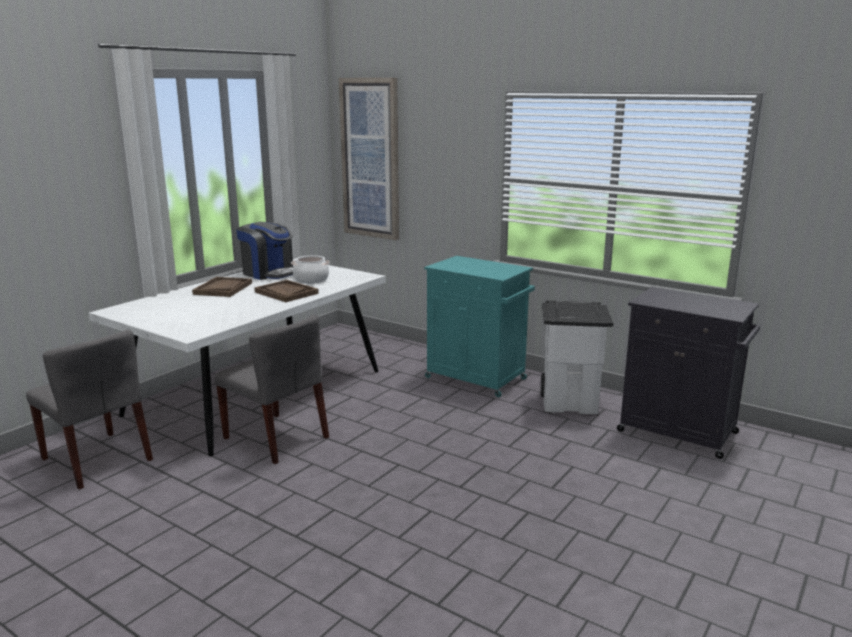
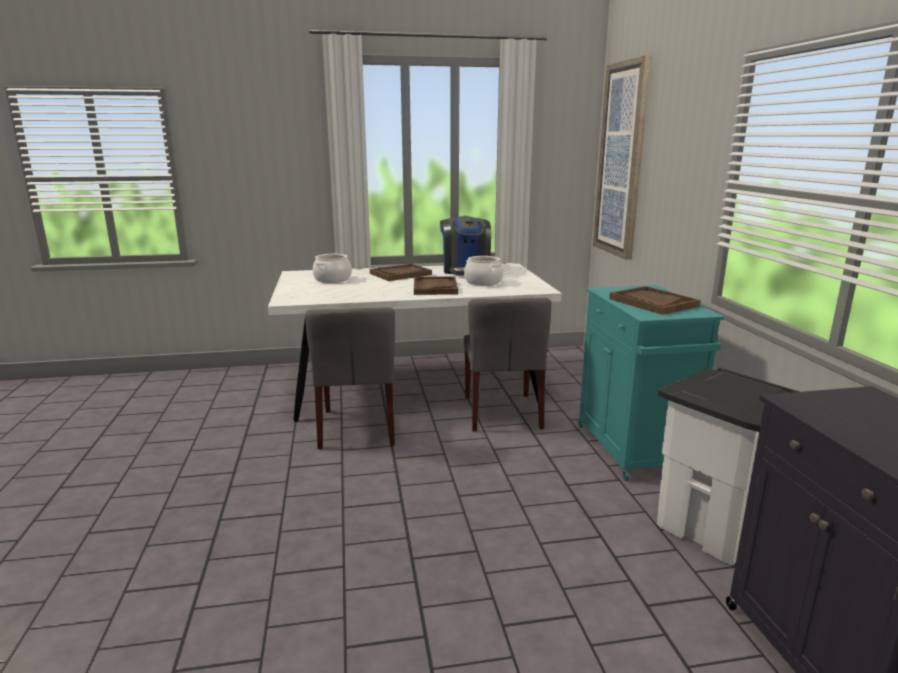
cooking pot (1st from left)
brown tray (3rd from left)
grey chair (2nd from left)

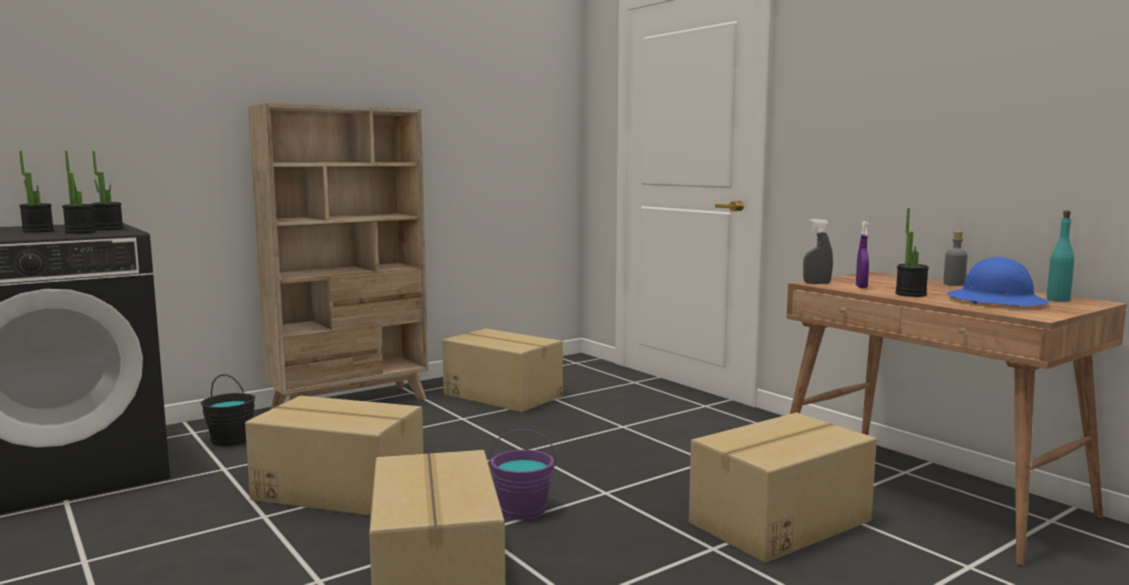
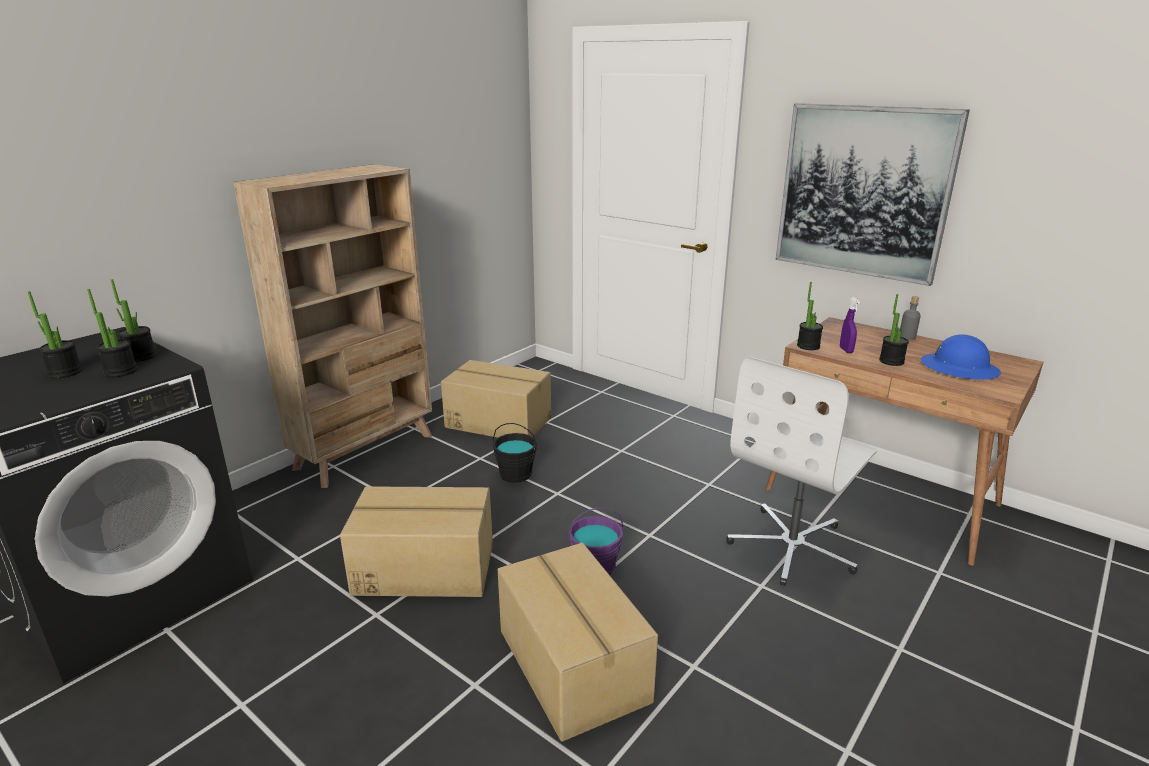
turquoise bottle
picture
black bucket
white office chair
potted plant (4th from left)

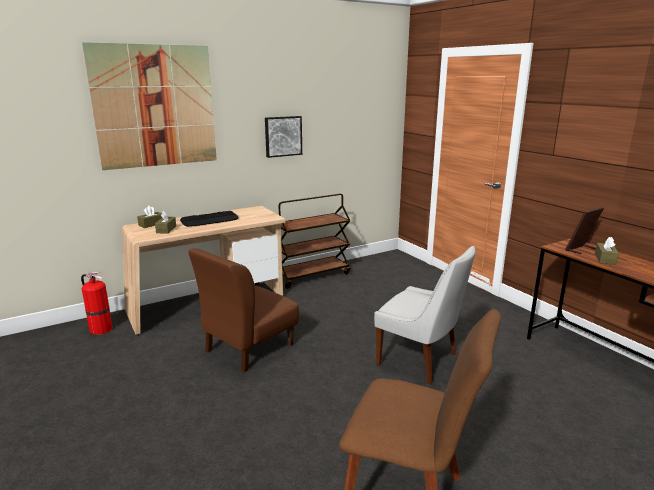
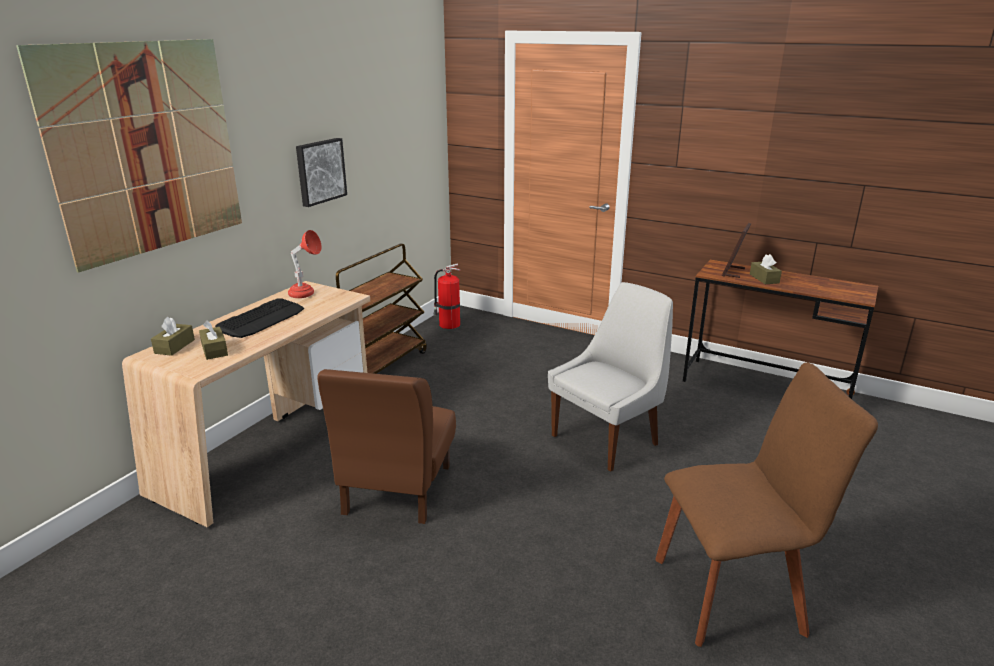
red table lamp
fire extinguisher
white chair

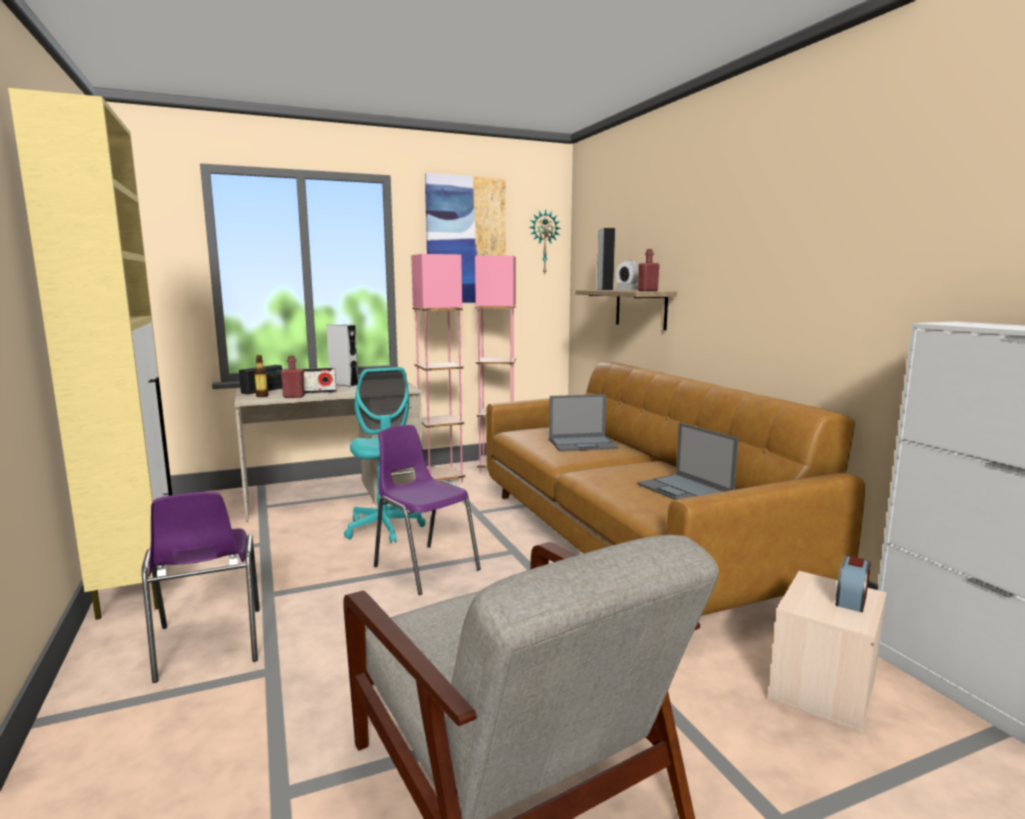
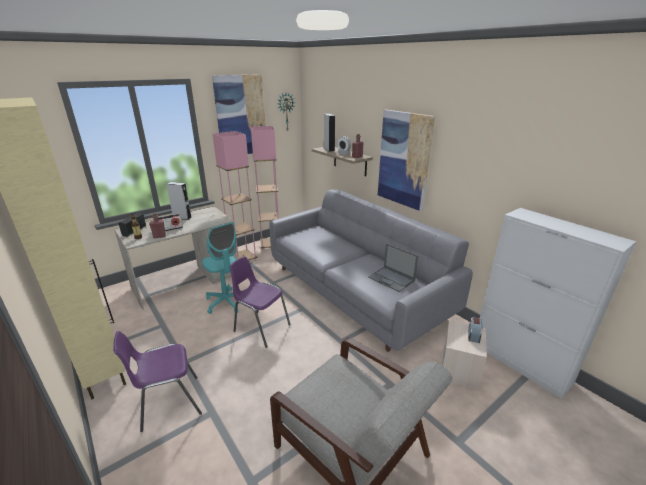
laptop (1st from left in the first image)
picture (2nd from left)
grey sofa
purple chair (1st from left)

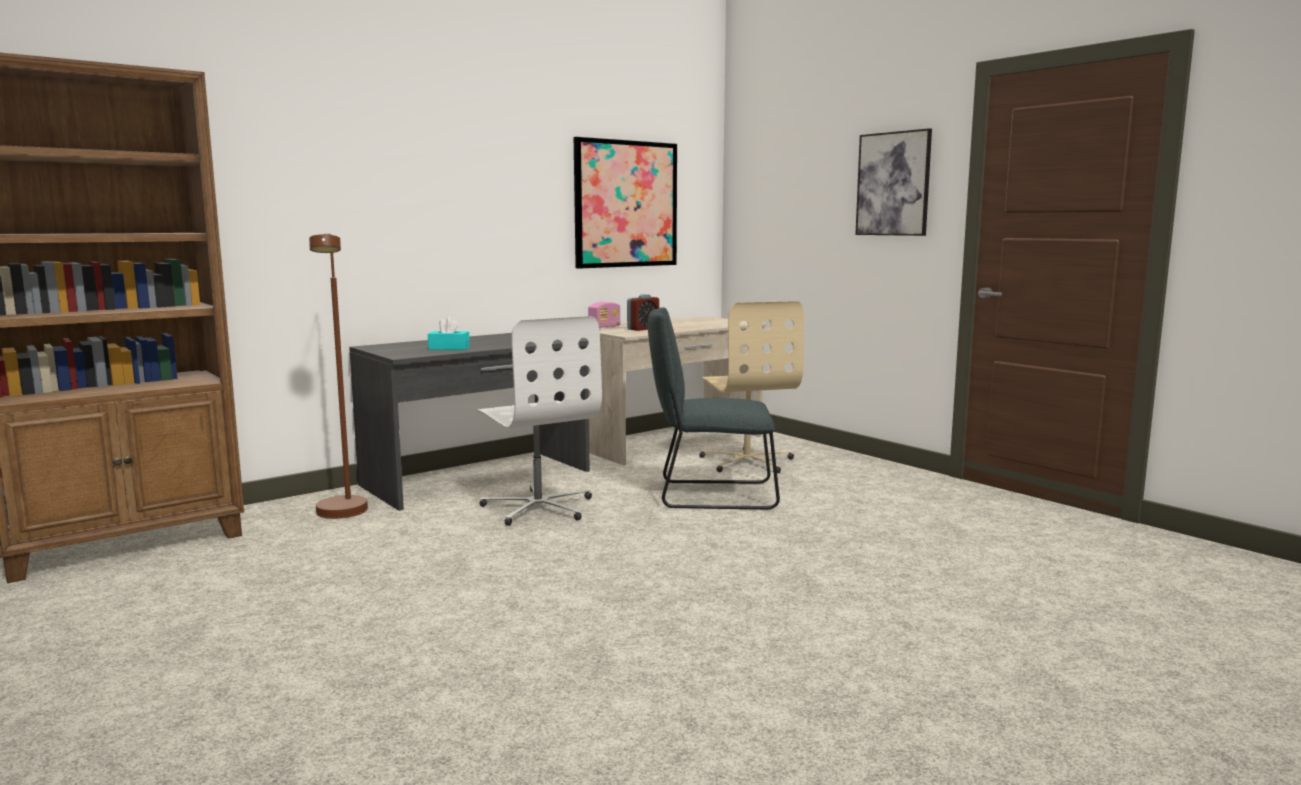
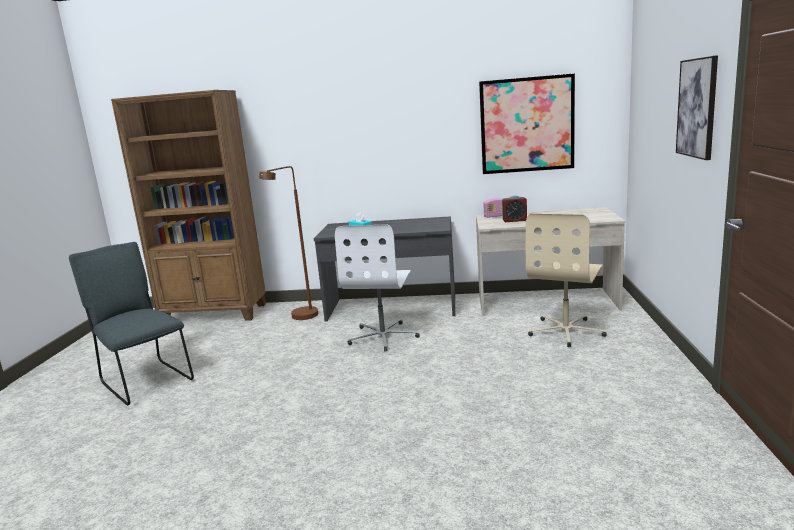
grey chair

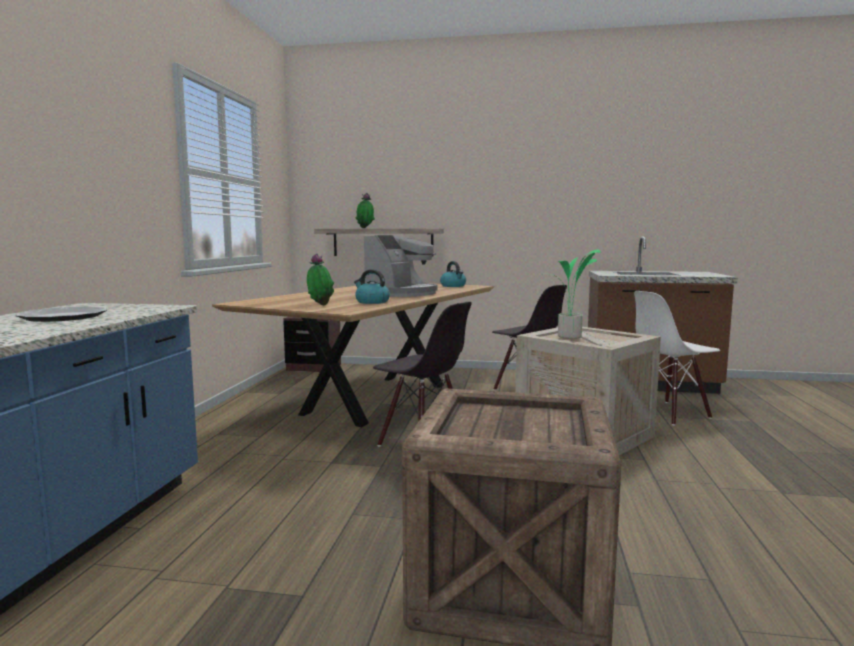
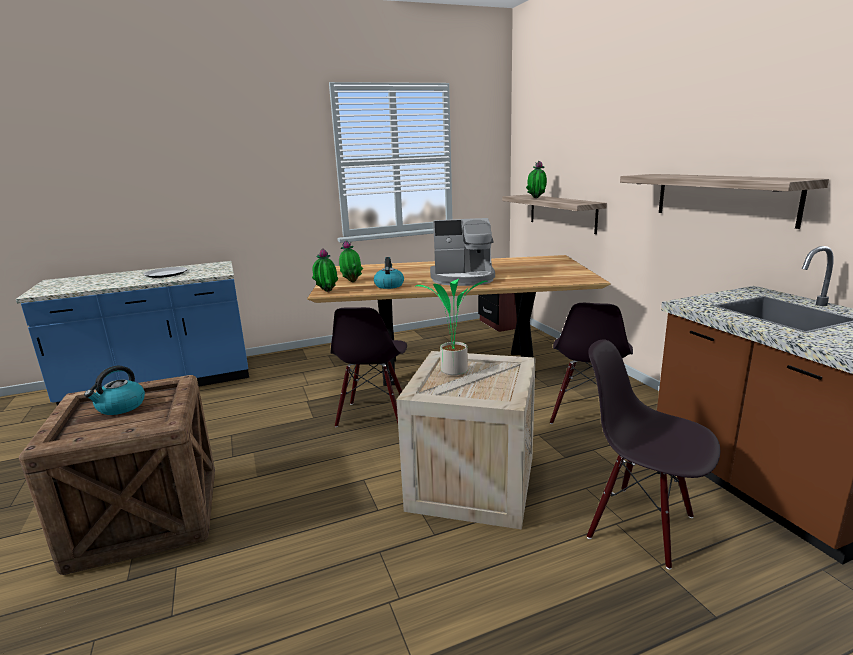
potted plant (1st from left)
shelf (2nd from left)
kettle (1st from left)
black chair (3rd from left)

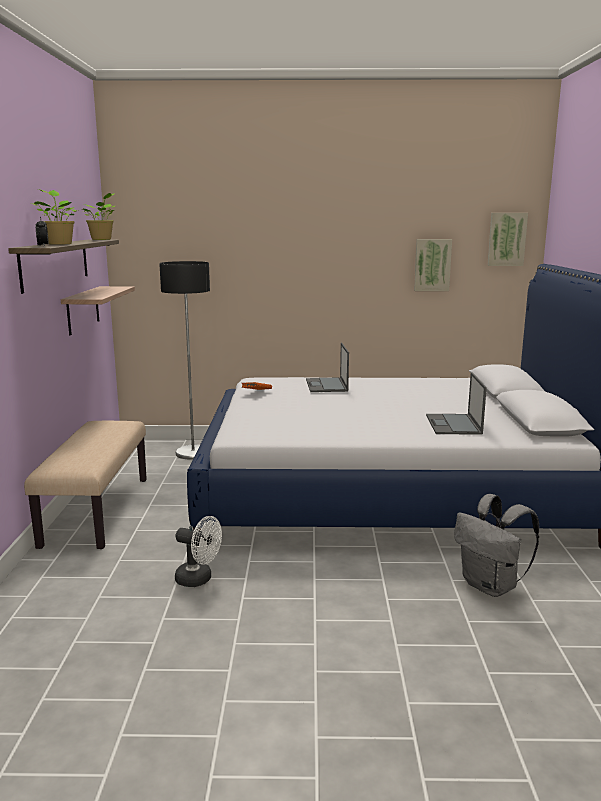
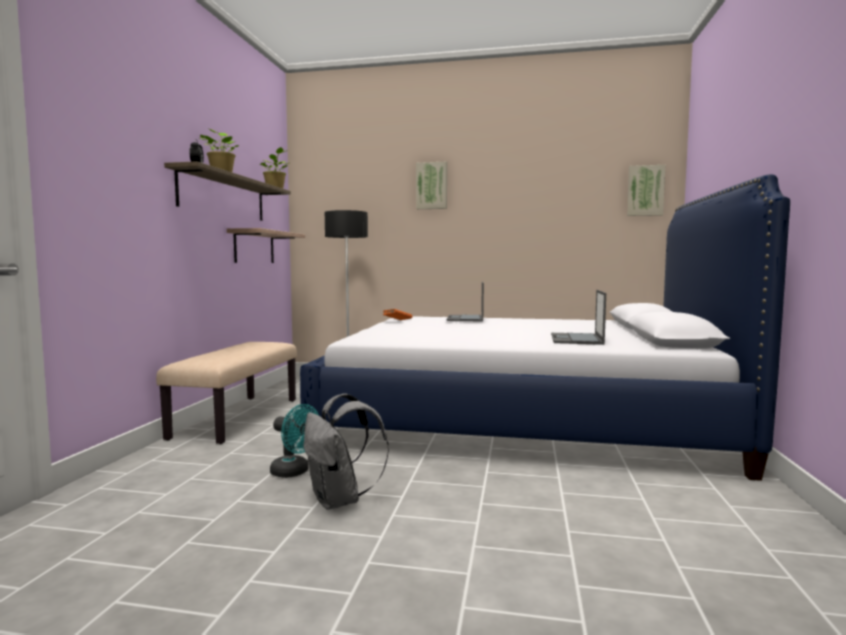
picture (1st from left)
grey backpack
turquoise fan

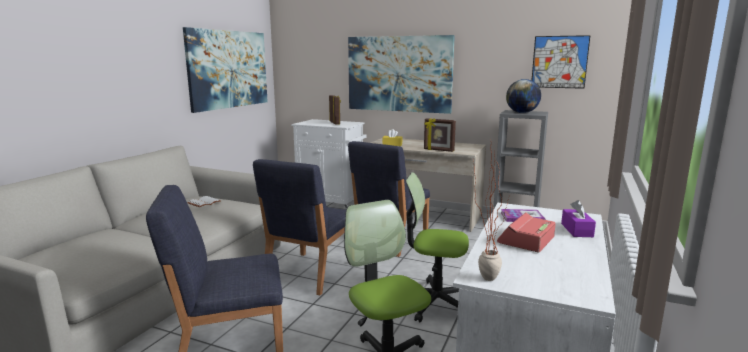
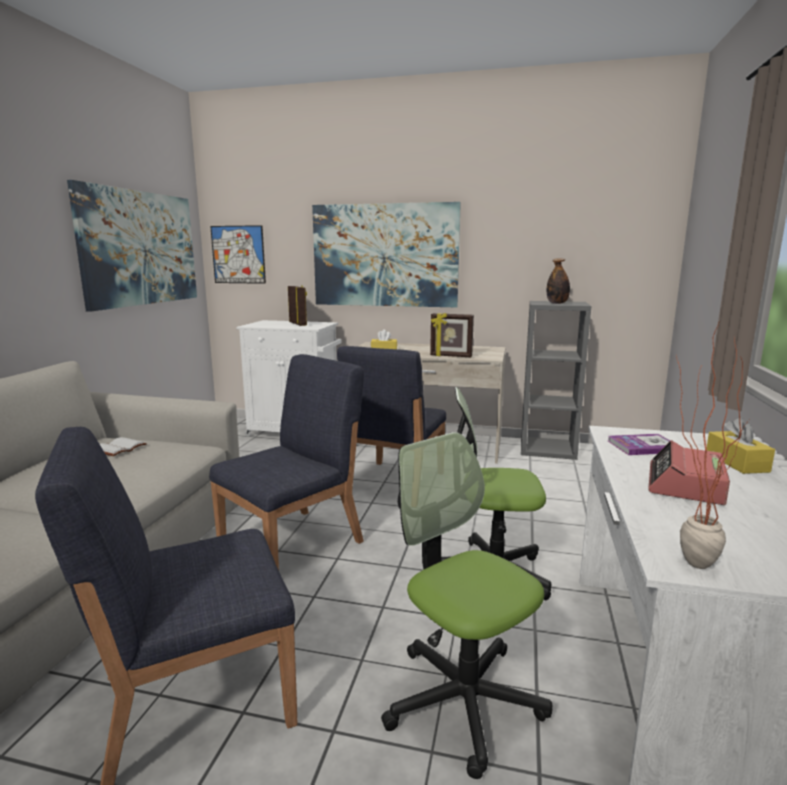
picture (2nd from left)
bottle
yellow tissue box (2nd from left)
blue chair (2nd from left)

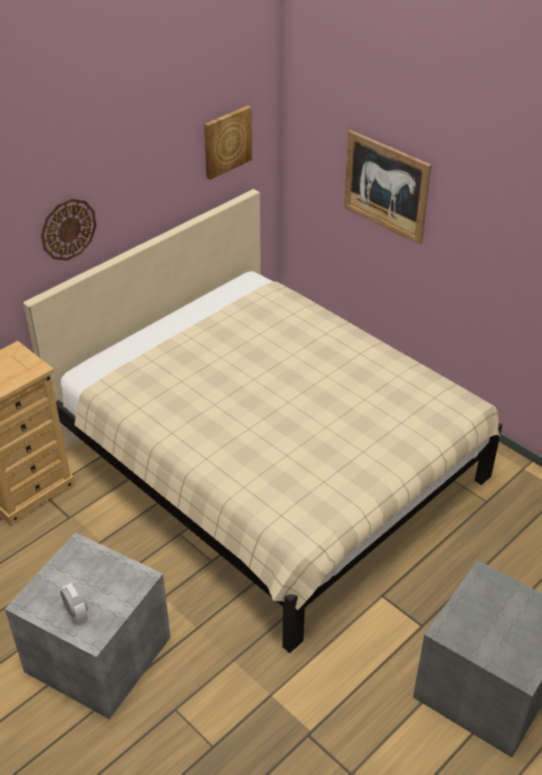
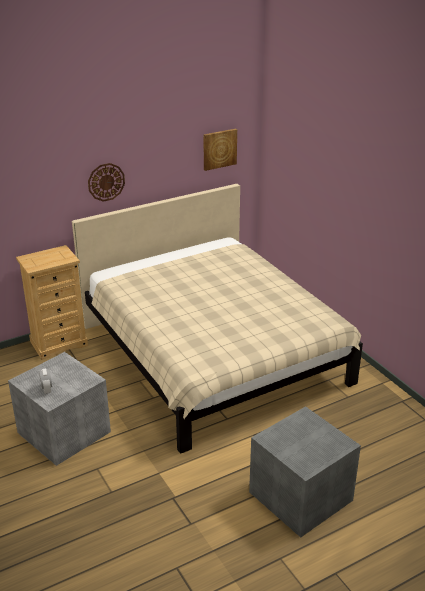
picture (2nd from left in the first image)

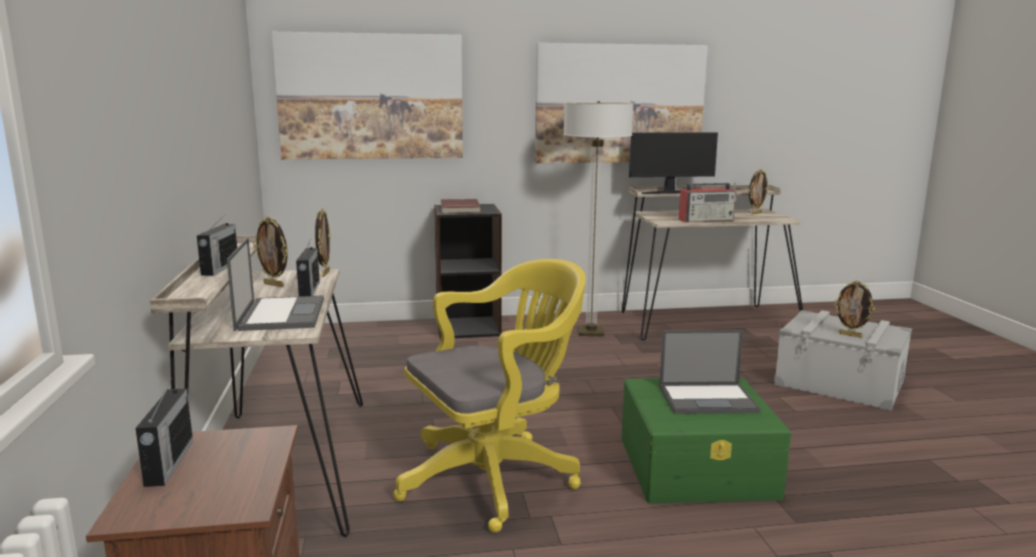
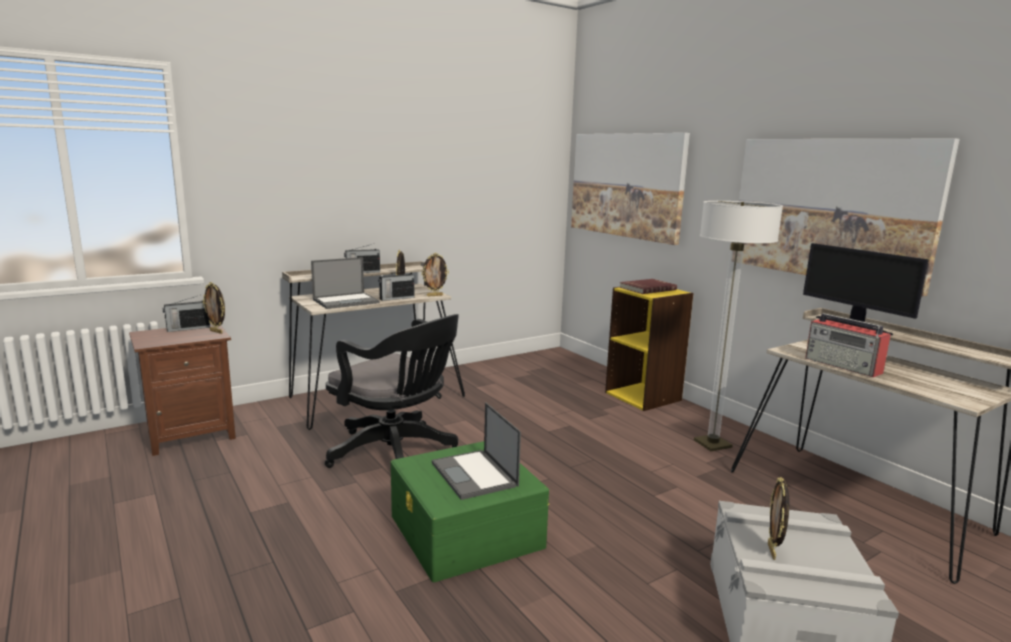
picture frame (1st from left)
black office chair
yellow bookcase

